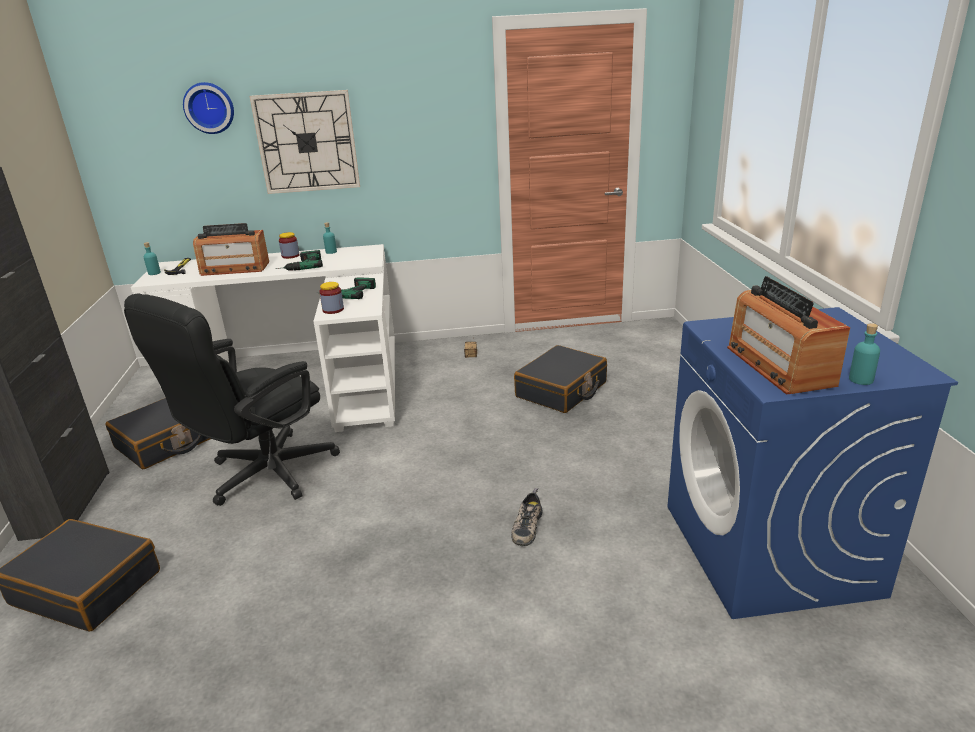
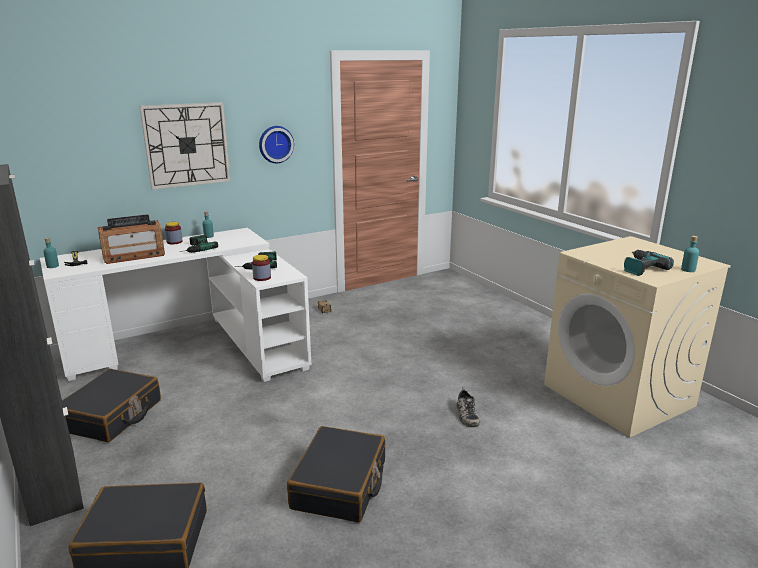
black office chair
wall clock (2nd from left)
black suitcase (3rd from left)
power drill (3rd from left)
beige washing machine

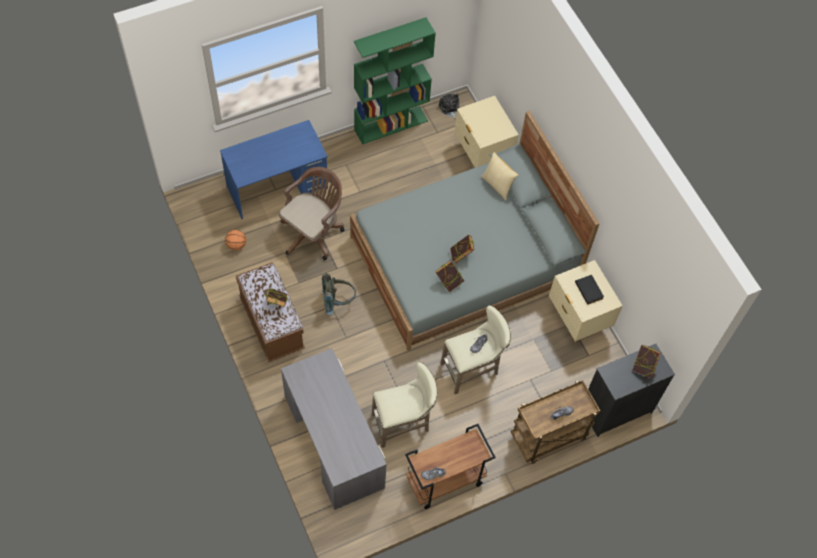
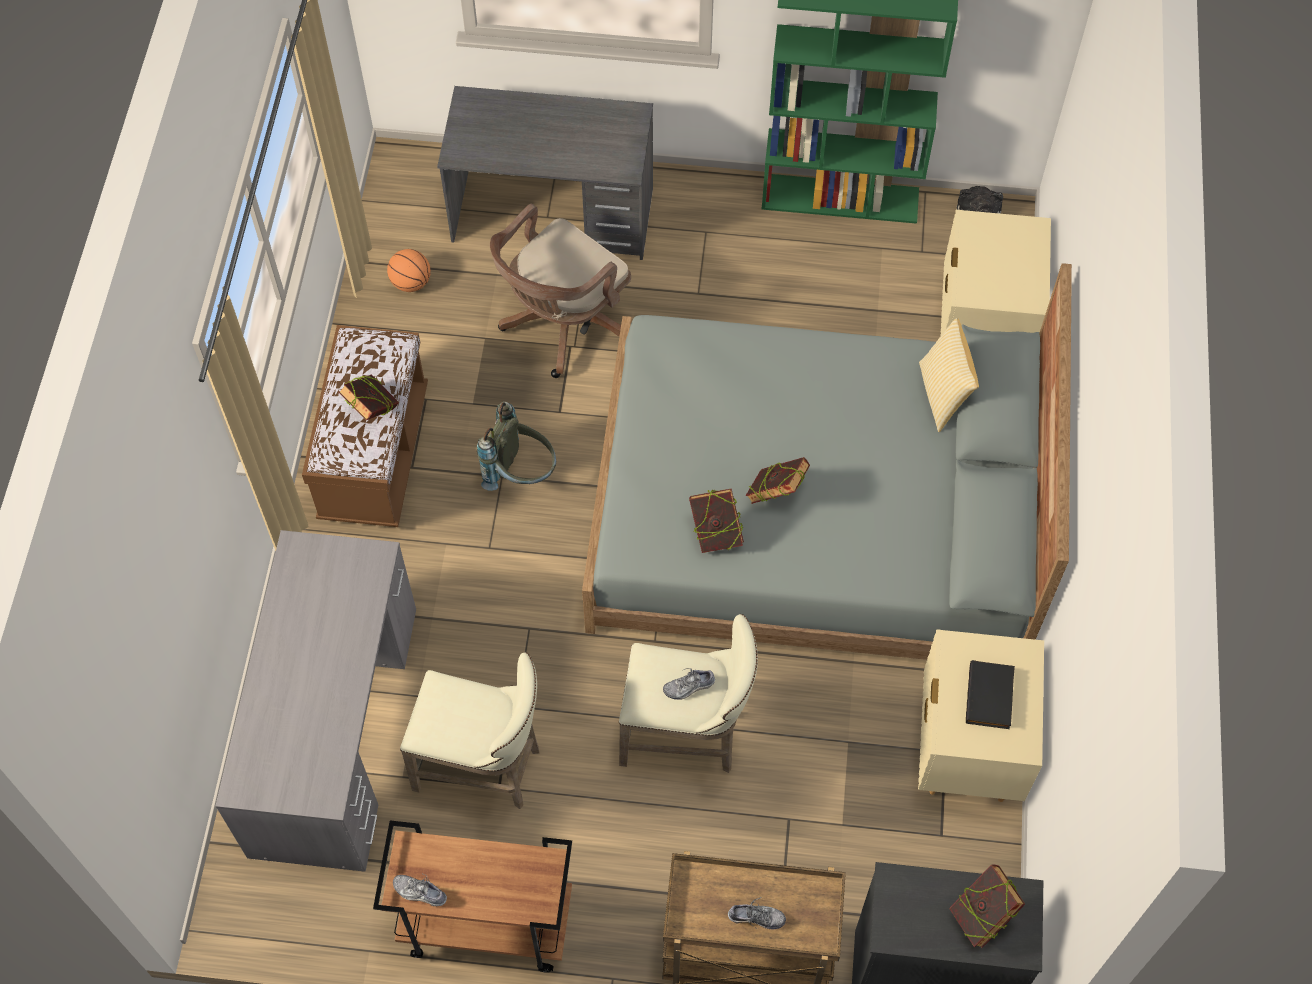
grey desk (2nd from left)
brown office chair

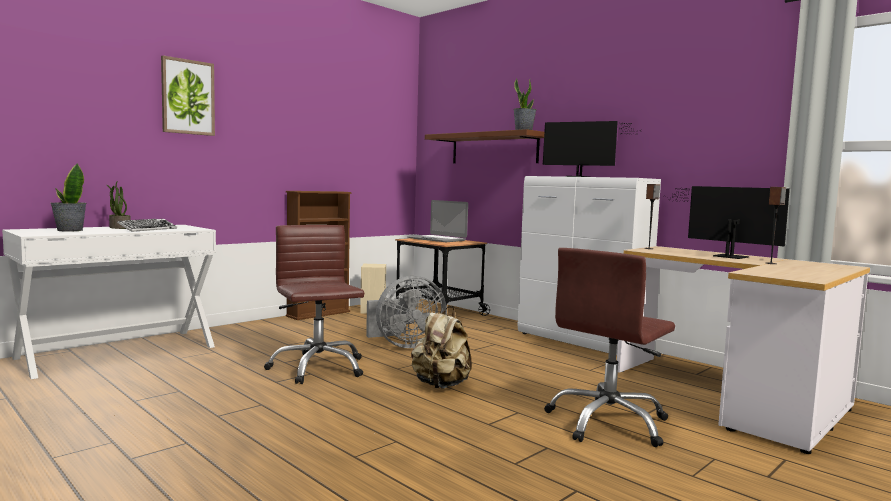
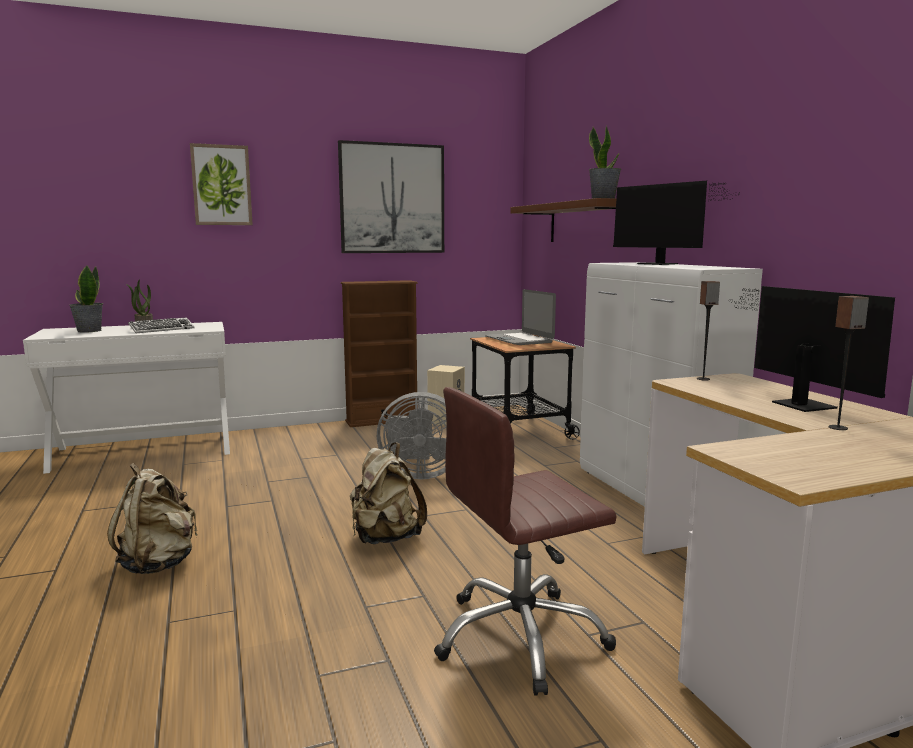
brown office chair (1st from left in the first image)
beige backpack (1st from left)
picture (2nd from left)

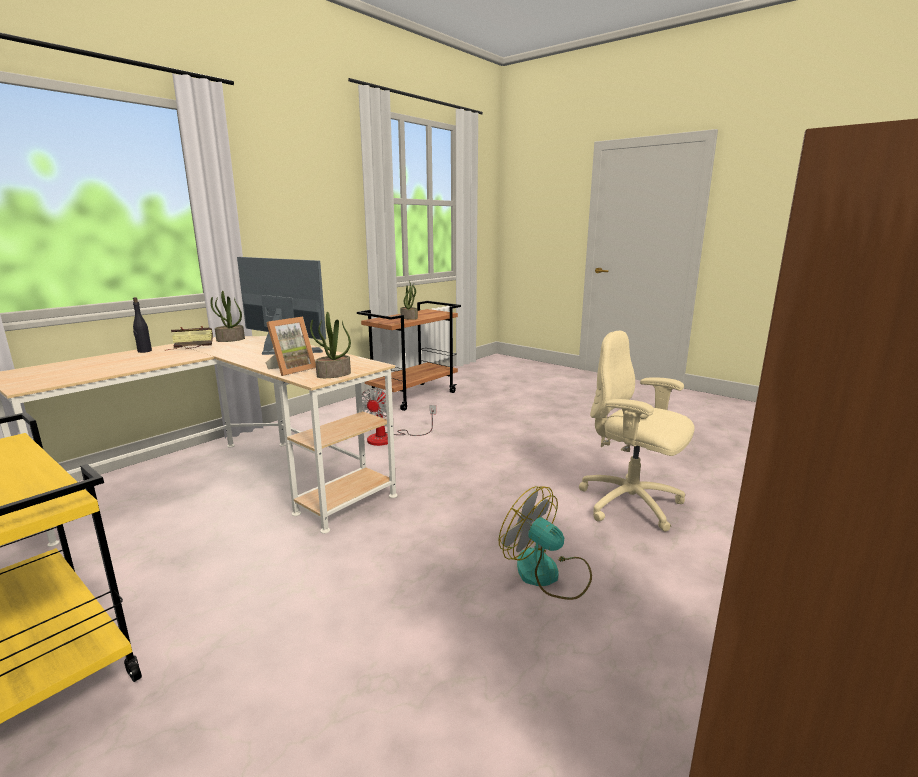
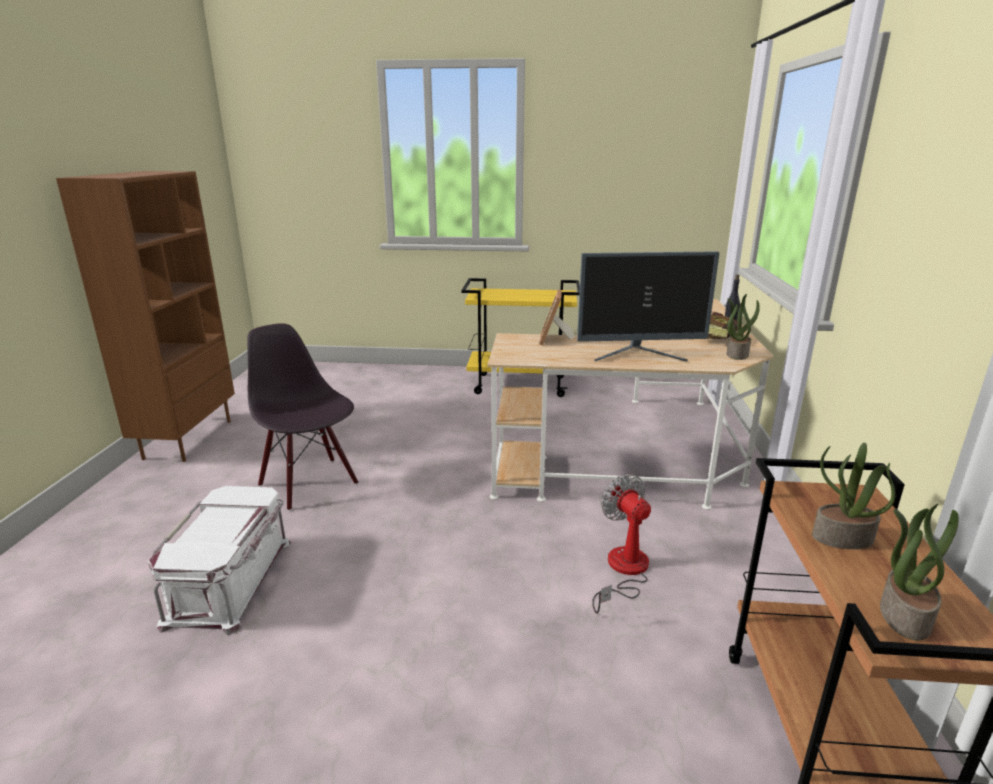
potted plant (3rd from left)
black chair
white storage box

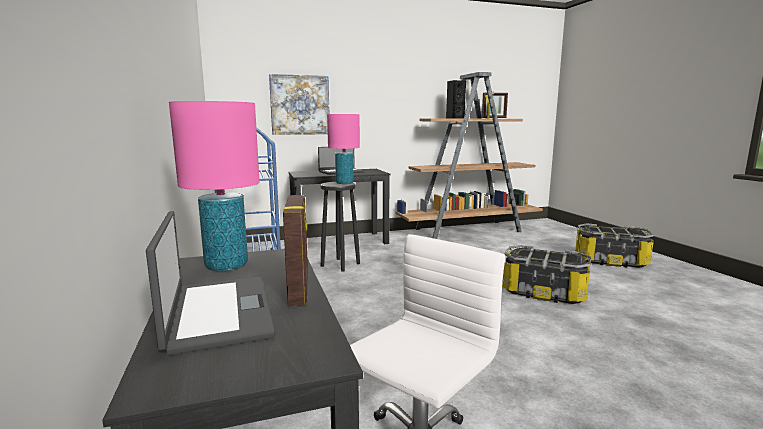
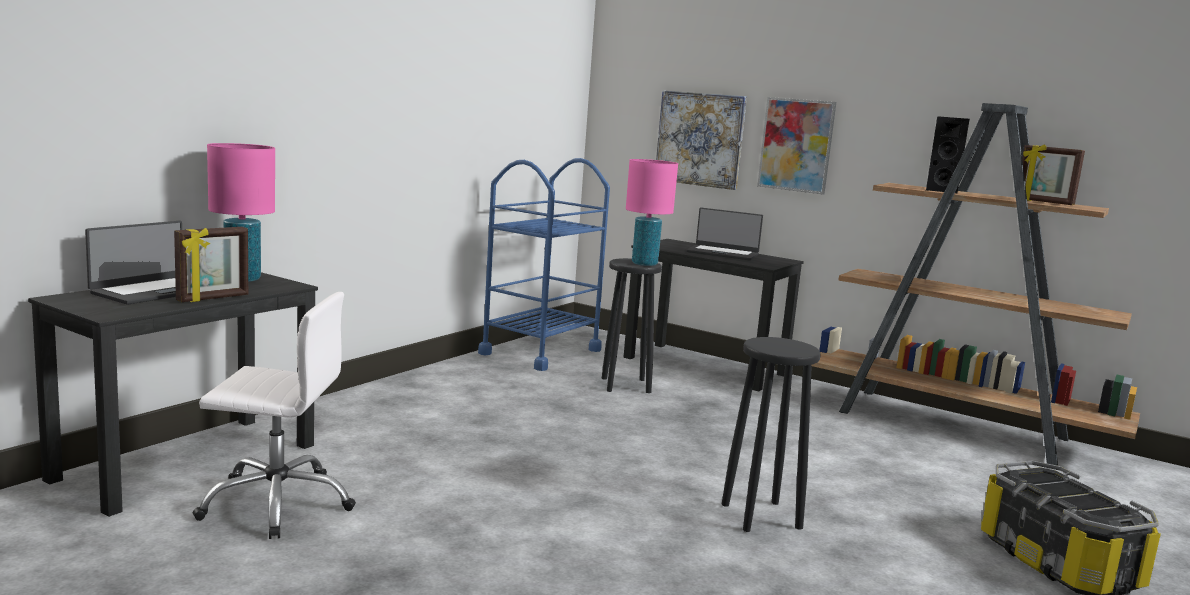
picture (2nd from left)
black stool (2nd from left)

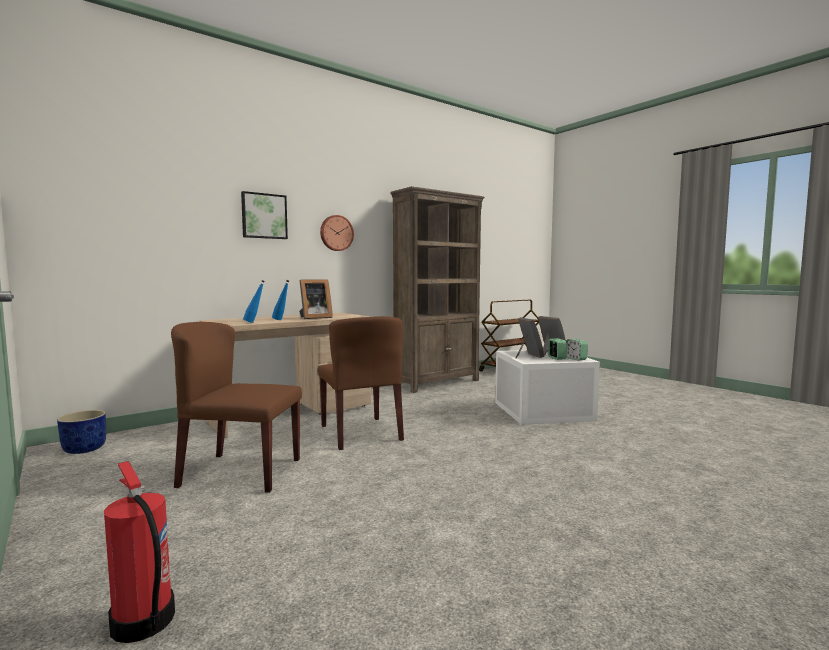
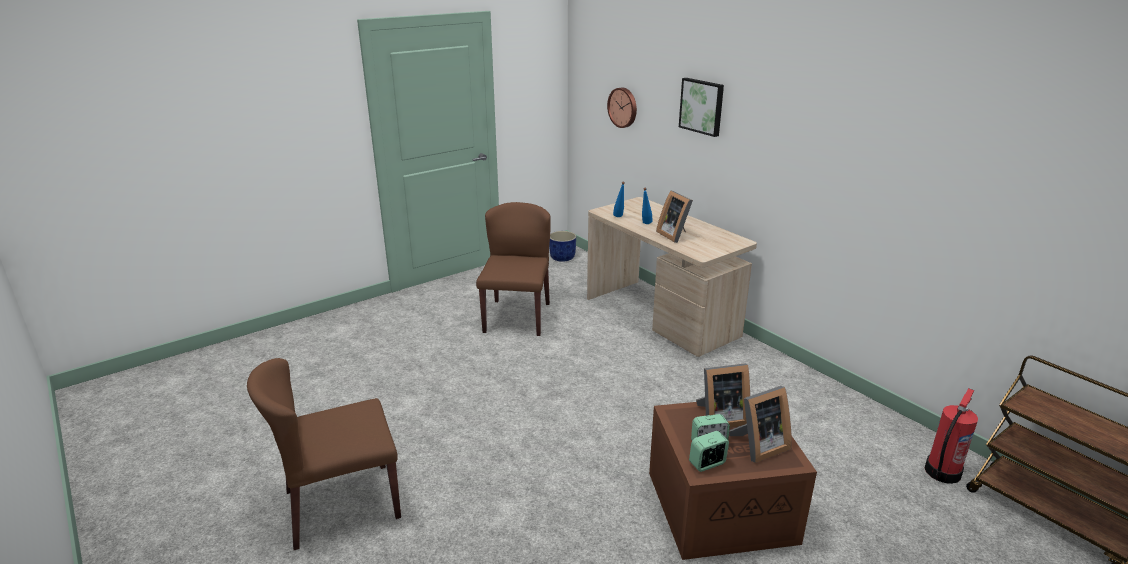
brown bookcase
fire extinguisher
brown chair (1st from left)
wall clock
brown storage box

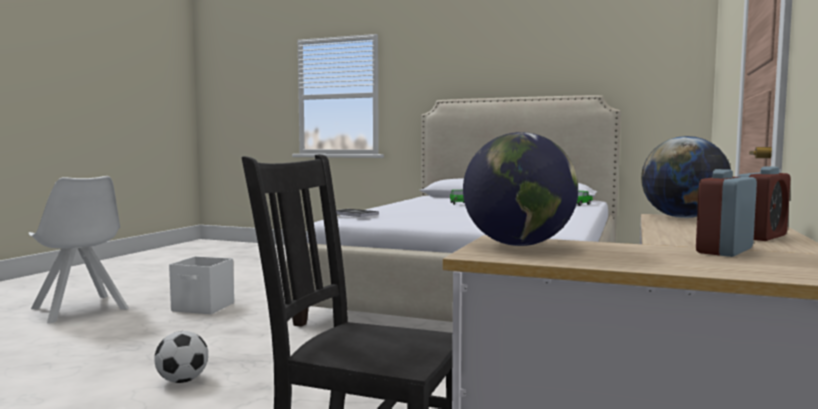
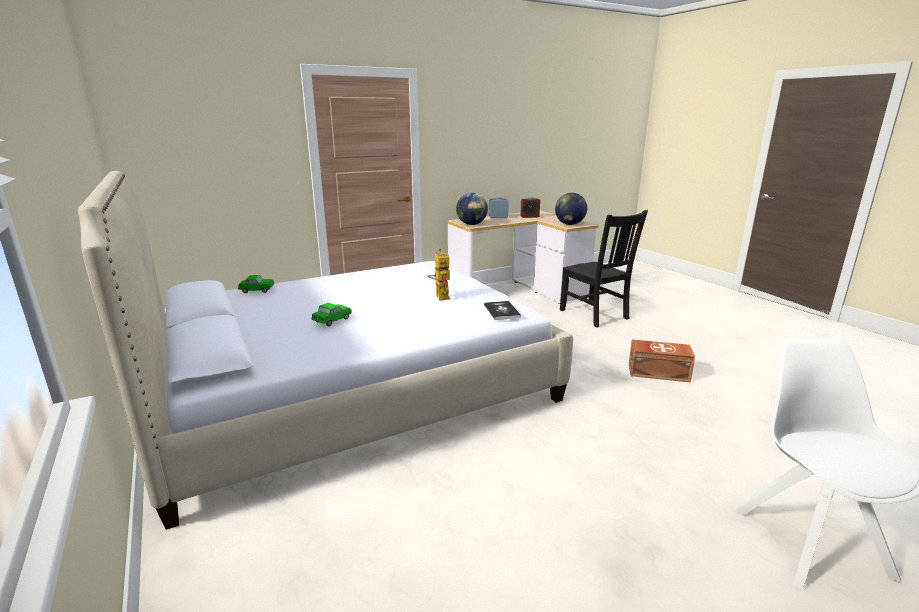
white storage box
toy robot
brown storage box

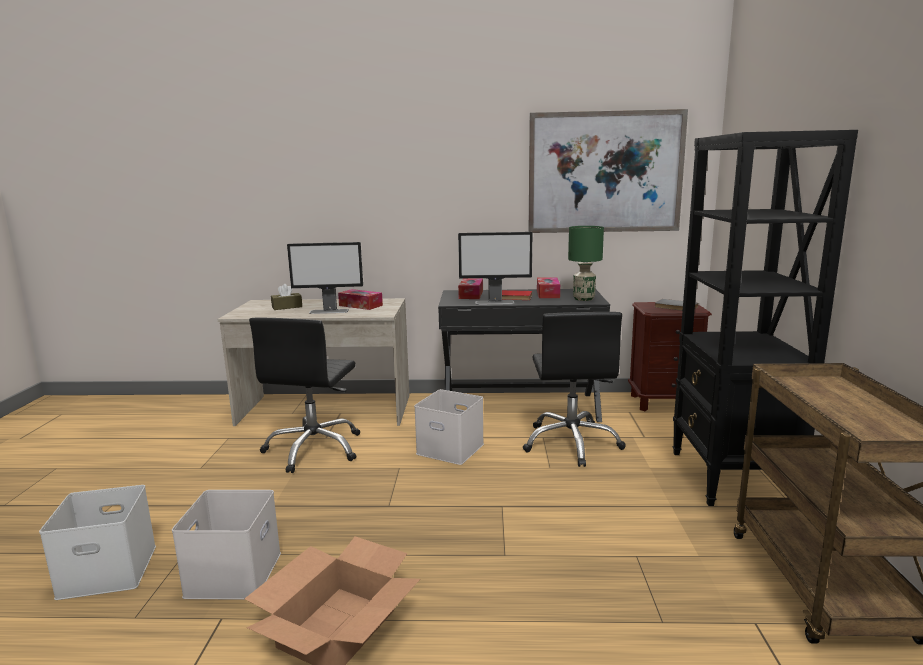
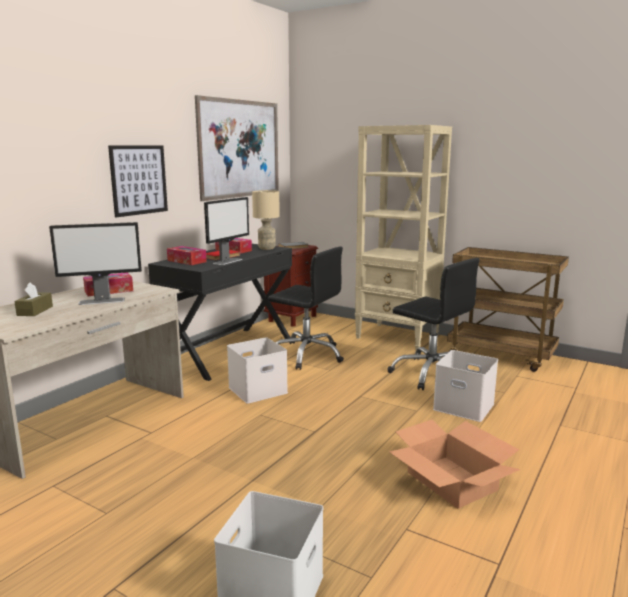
picture (1st from left)
white storage box (3rd from left)
black office chair (2nd from left)
beige table lamp
beige bookcase
monitor (1st from left)

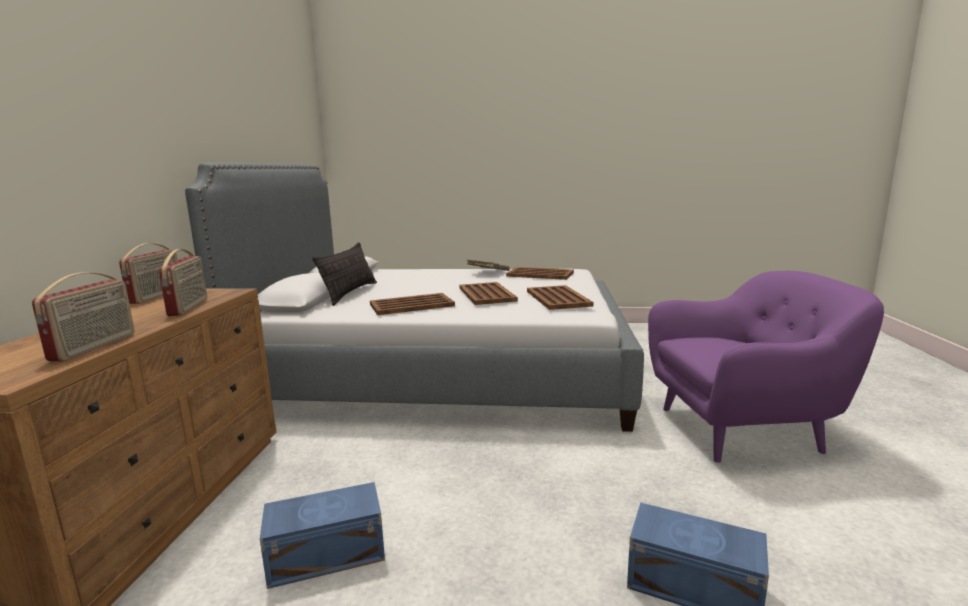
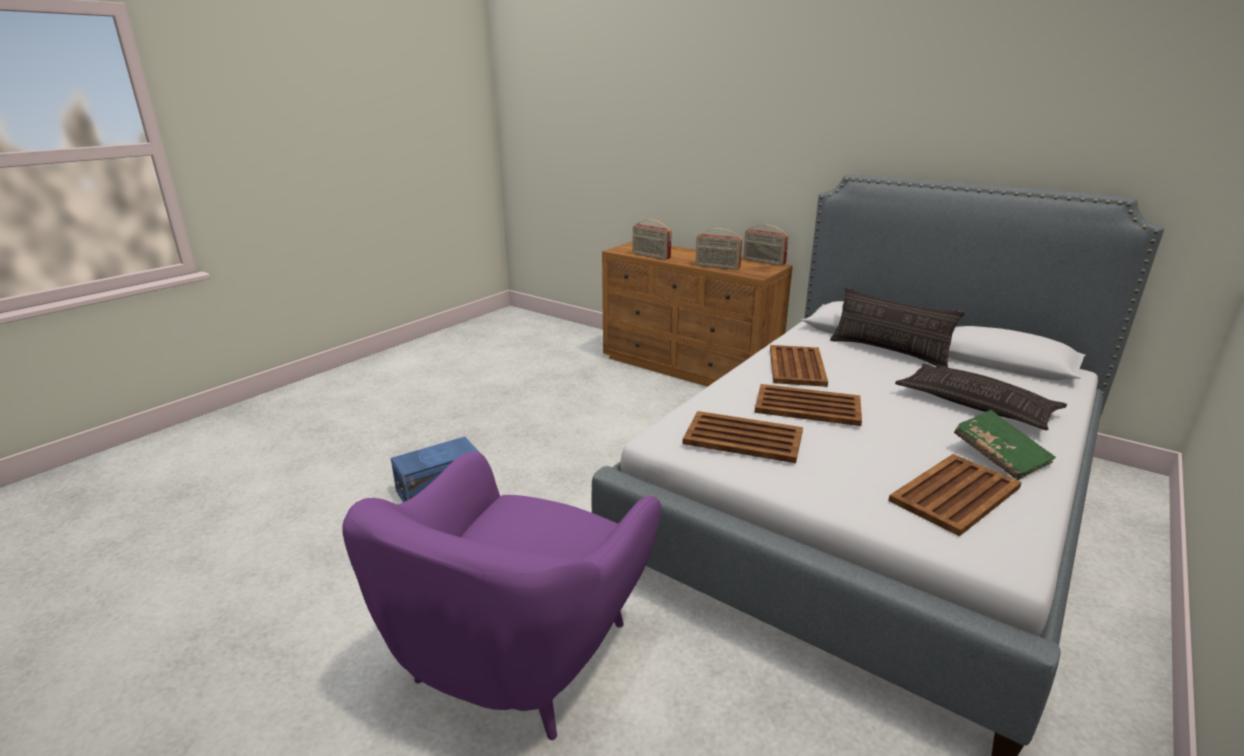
blue storage box (1st from left in the first image)
pillow (2nd from left)

